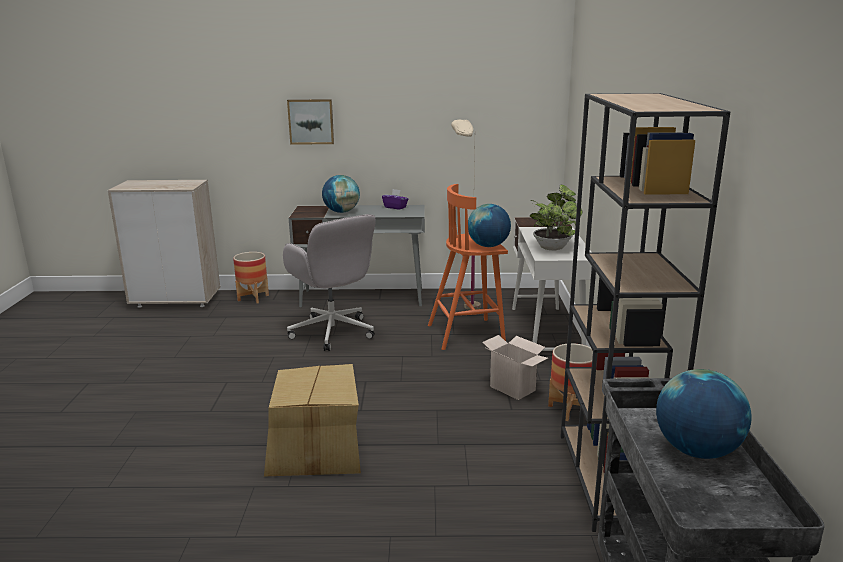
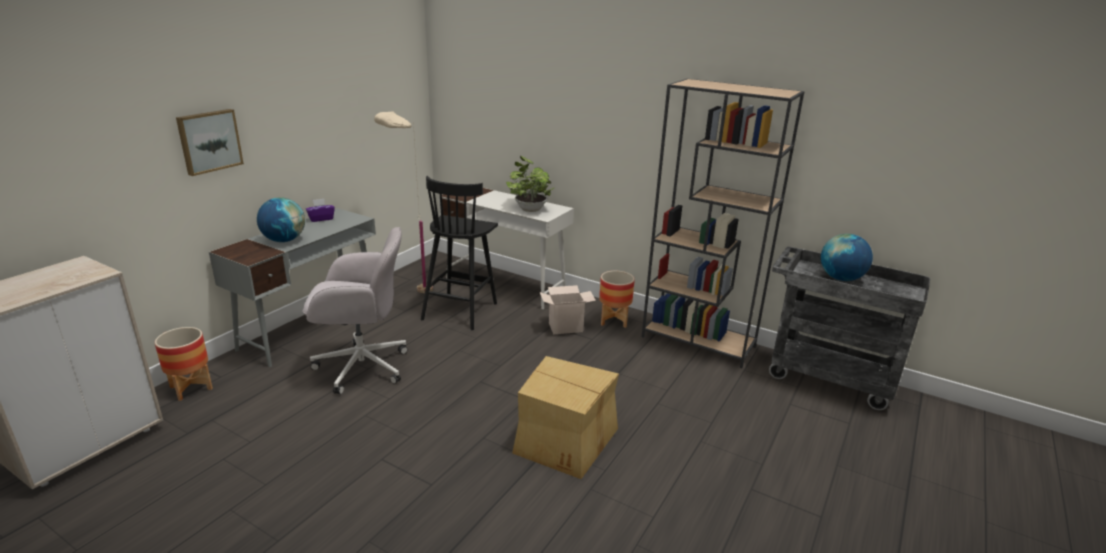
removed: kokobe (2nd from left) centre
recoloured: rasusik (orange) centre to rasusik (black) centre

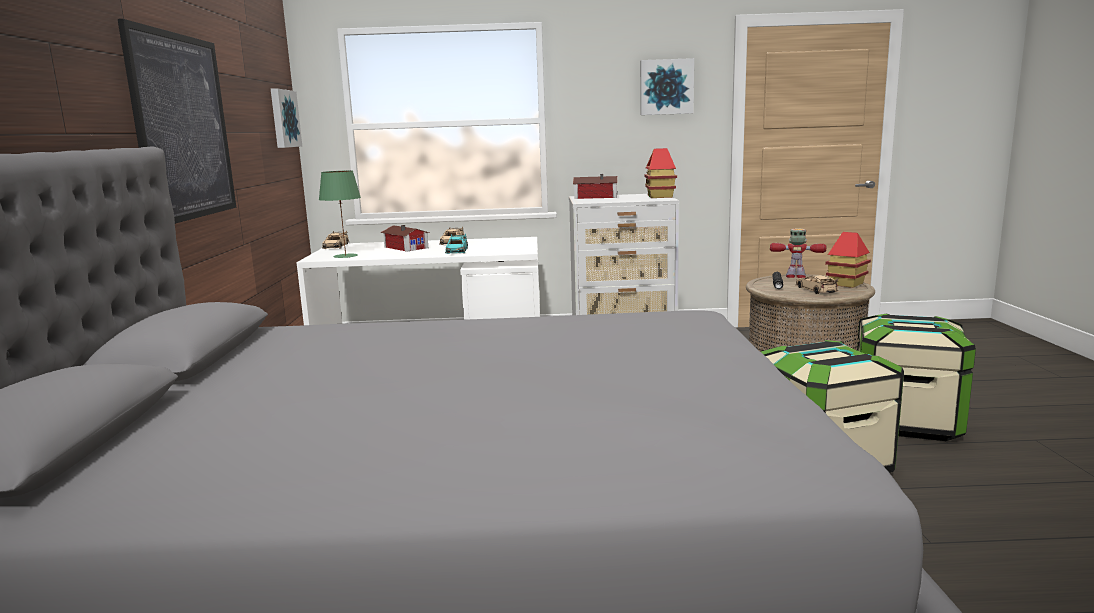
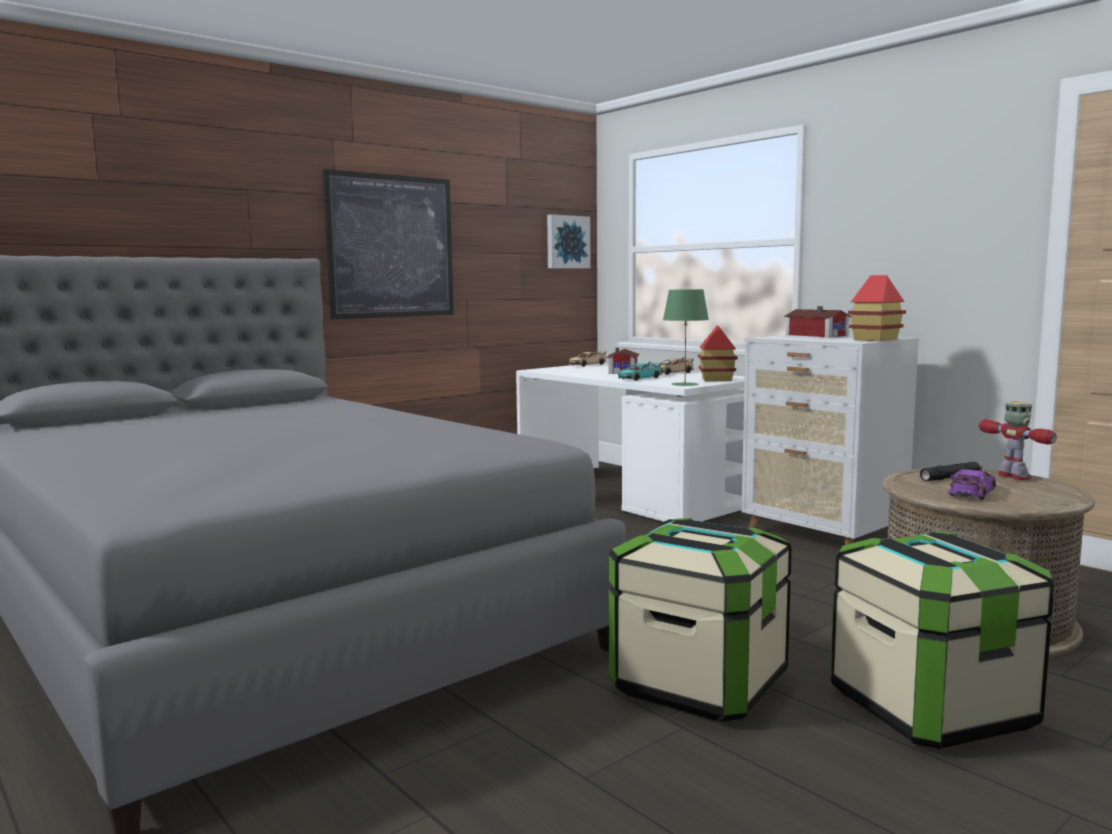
removed: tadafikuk (3rd from left) top centre
moved: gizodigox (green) middle left to centre; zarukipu (4th from left in the first image) middle right to zarukipu (2nd from left) centre
recoloured: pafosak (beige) (3rd from left) middle right to pafosak (purple) middle right

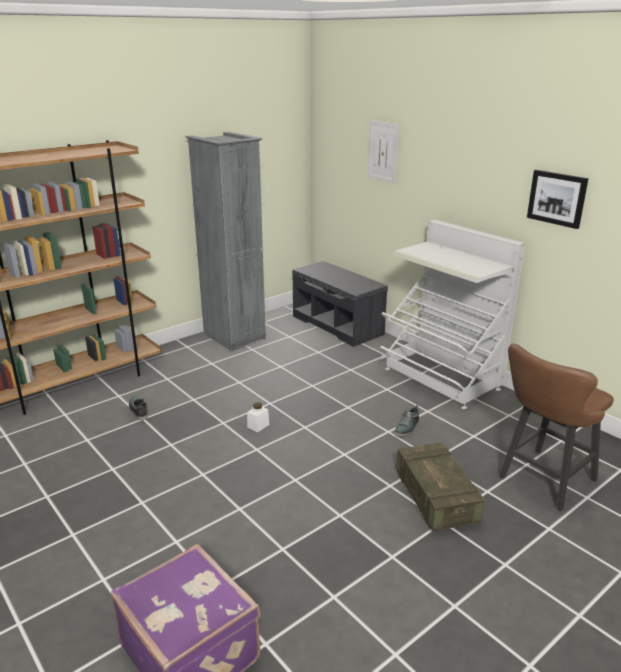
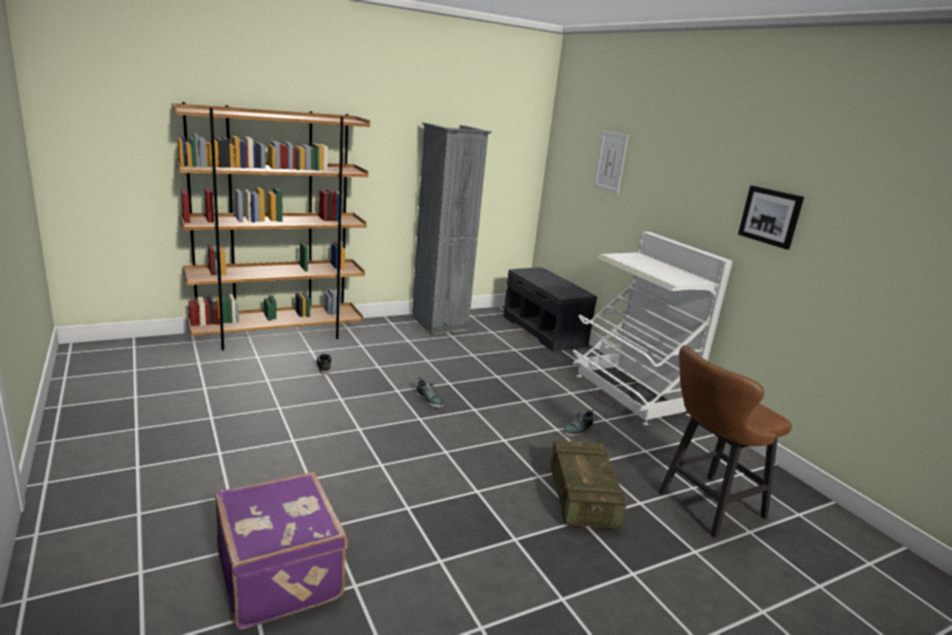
replaced: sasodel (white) centre to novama (2nd from left) centre

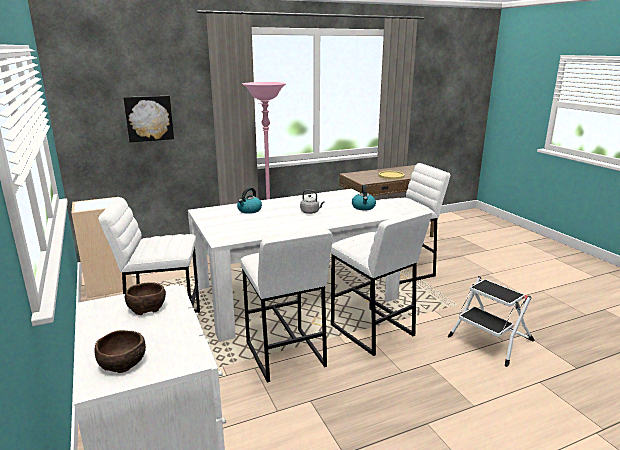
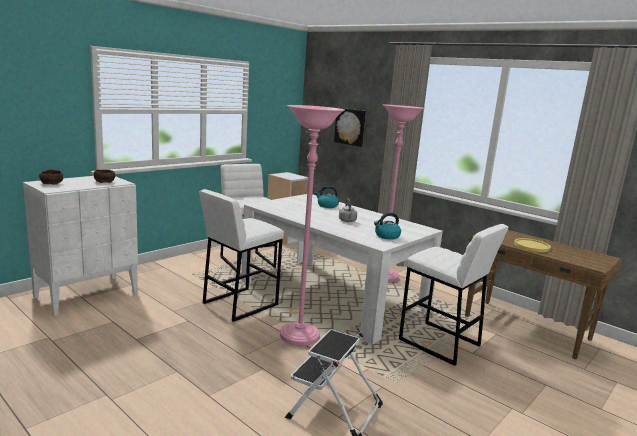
replaced: rasusik (white) (3rd from left) centre to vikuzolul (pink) (1st from left) centre

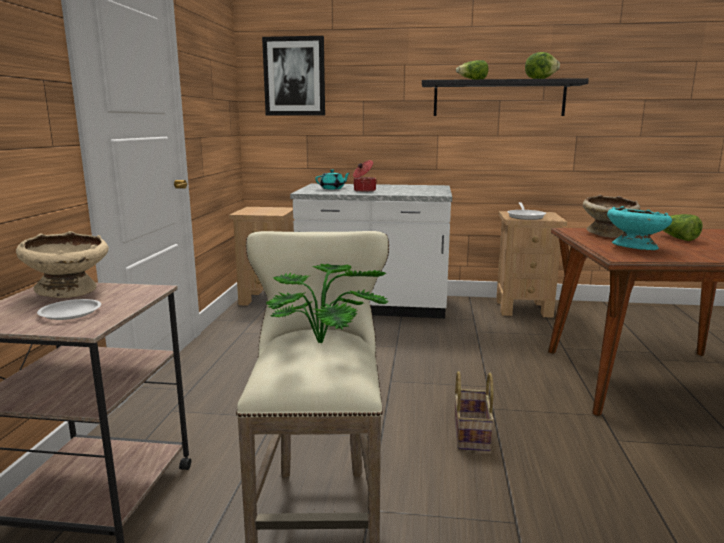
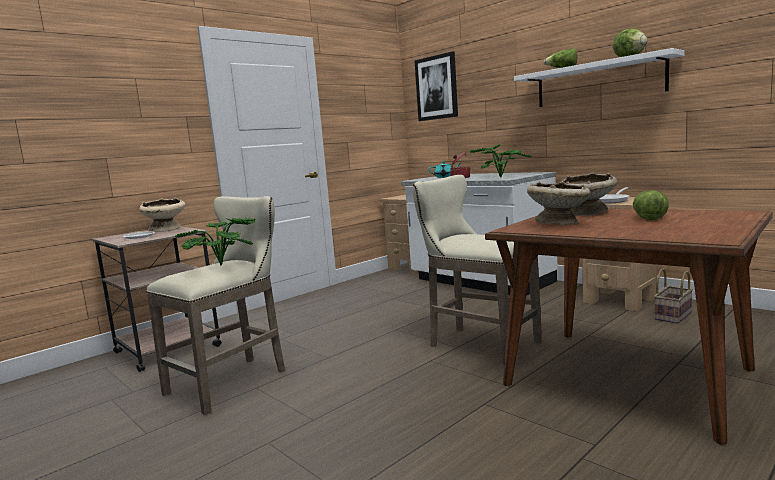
added: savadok (2nd from left) centre; rasusik (beige) (2nd from left) centre
moved: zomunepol bottom centre to middle right
recoloured: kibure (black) top right to kibure (white) top right; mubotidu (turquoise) middle right to mubotidu (beige) (2nd from left) middle right

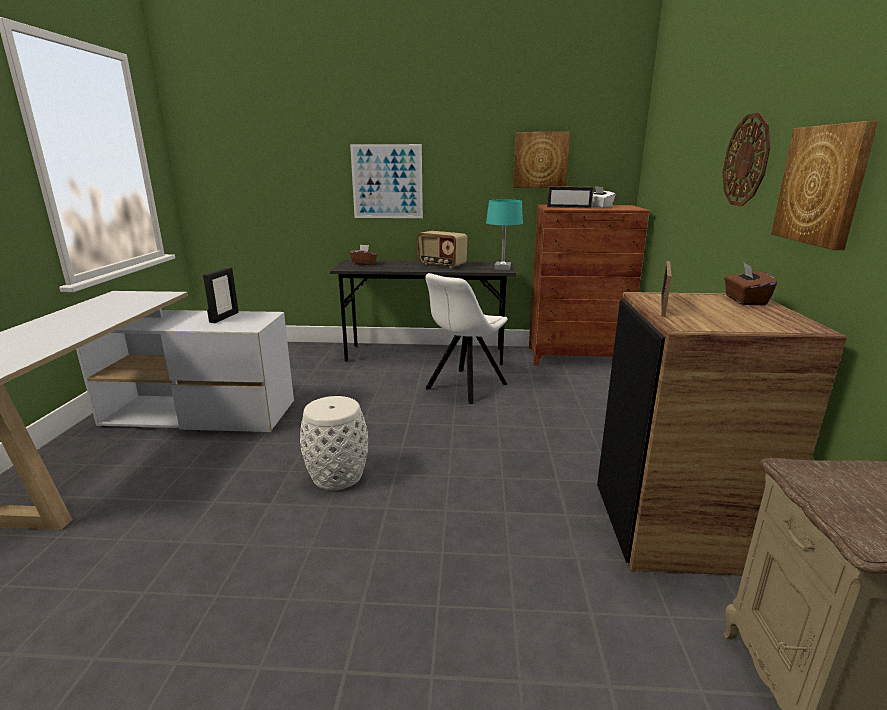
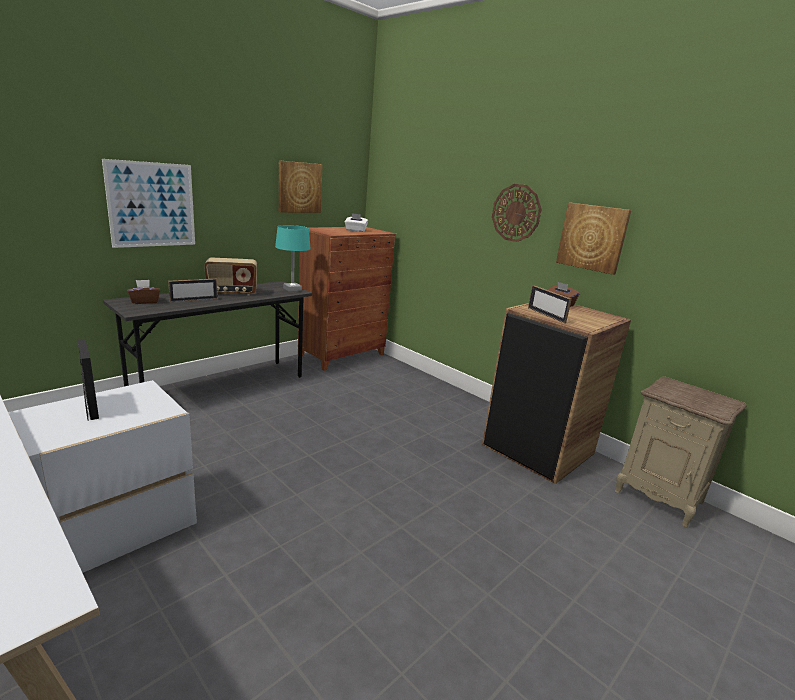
removed: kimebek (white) centre; rasusik (white) centre
moved: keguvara (2nd from left) top centre to middle left

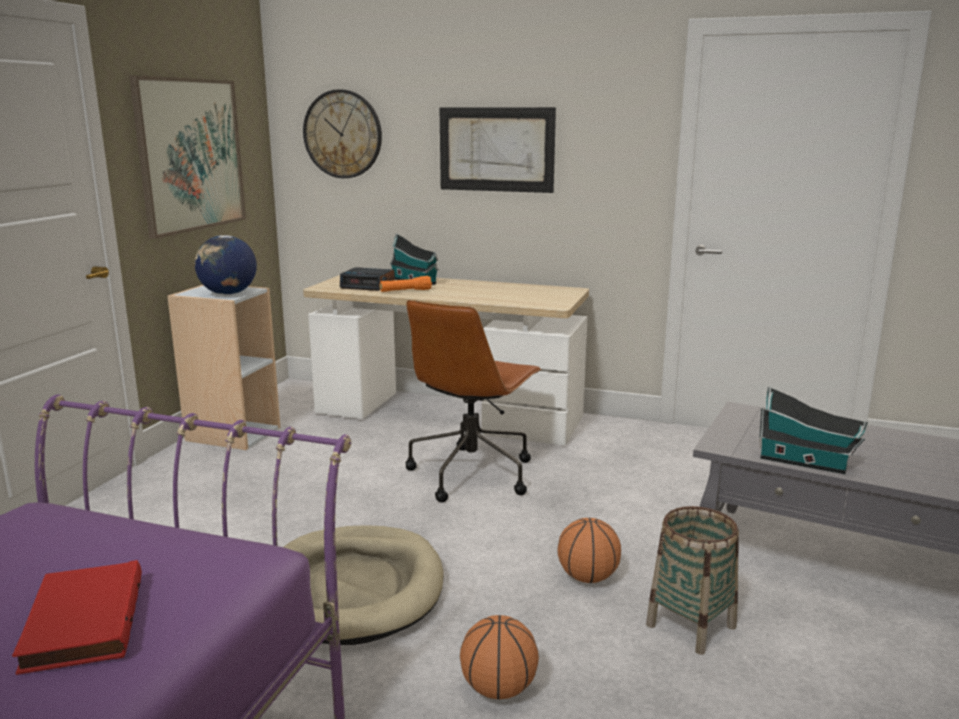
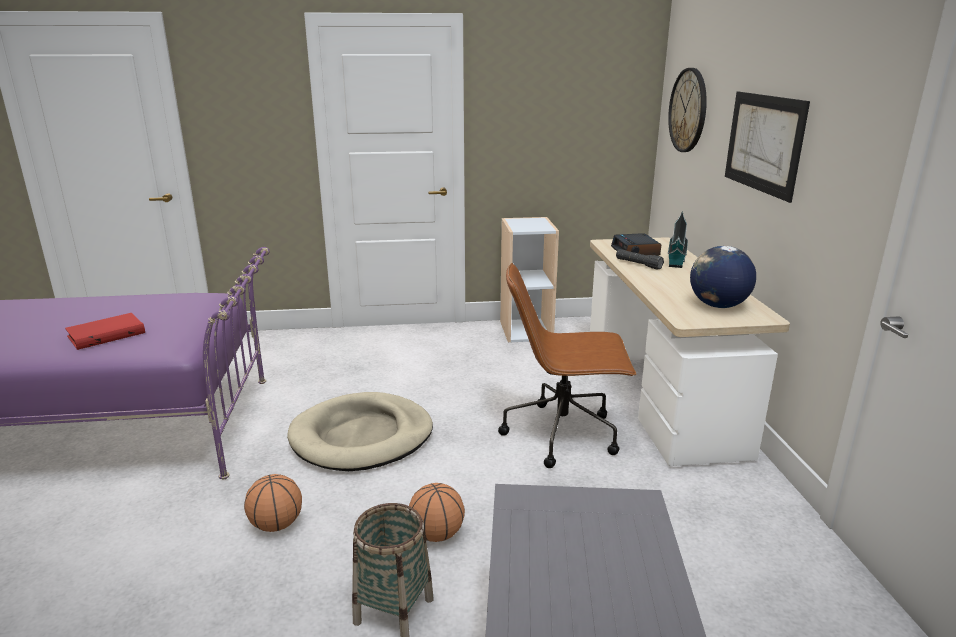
removed: tadafikuk (1st from left) top left; zarukipu (2nd from left) middle right
moved: kokobe middle left to middle right
recoloured: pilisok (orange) centre to pilisok (black) middle right

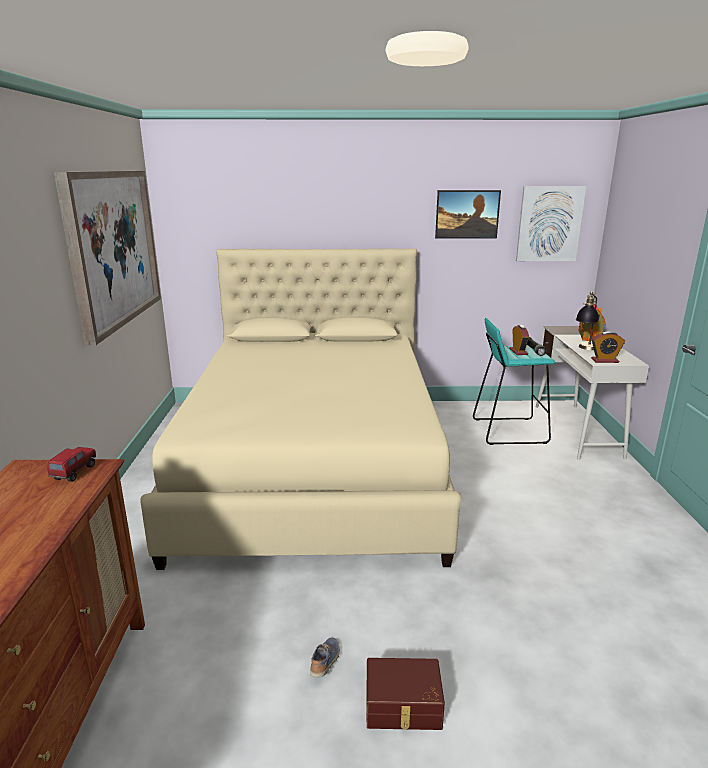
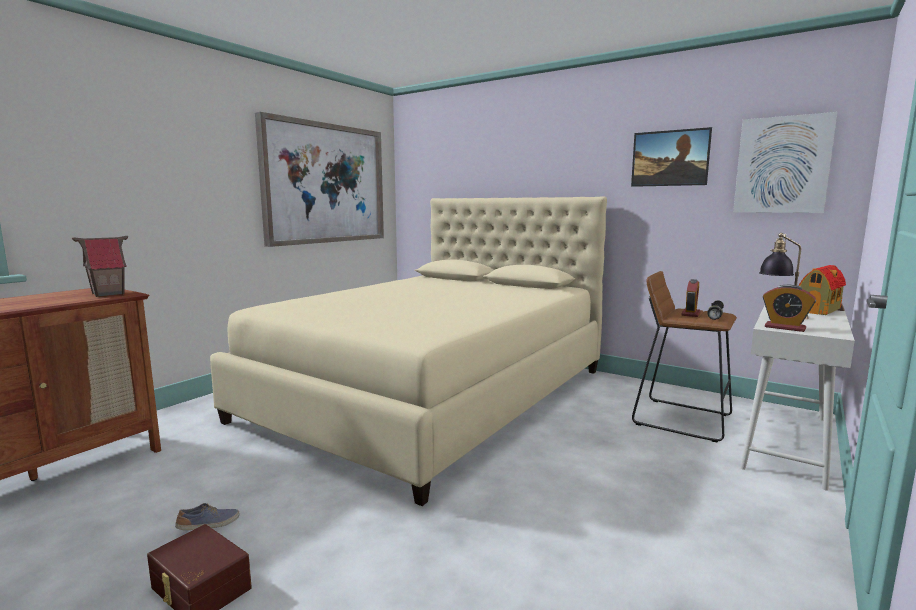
replaced: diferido middle left to zarukipu (1st from left) middle left
recoloured: rasusik (turquoise) middle right to rasusik (brown) middle right

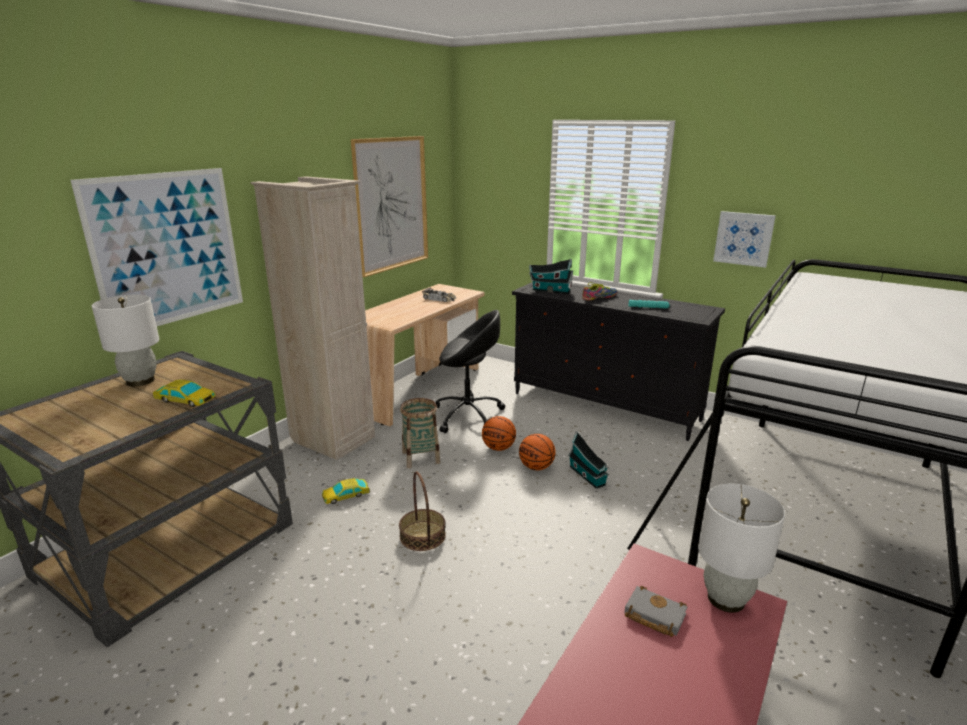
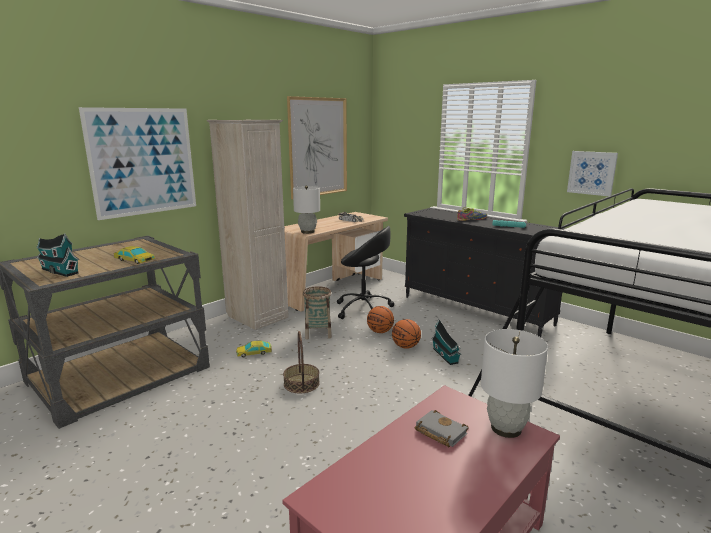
moved: zarukipu (1st from left) centre to middle left; gizodigox (white) (1st from left) middle left to centre

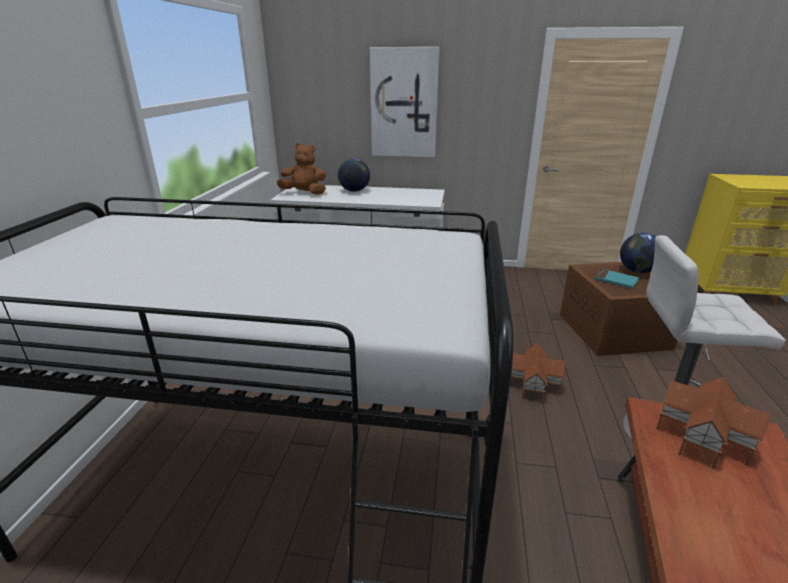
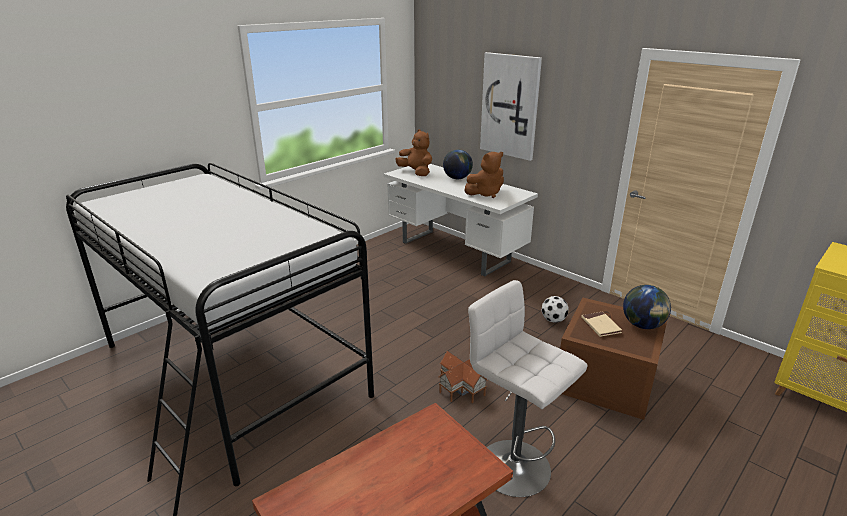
removed: zarukipu (2nd from left) bottom right
added: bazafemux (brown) (2nd from left) centre; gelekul centre
recoloured: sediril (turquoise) middle right to sediril (beige) middle right

